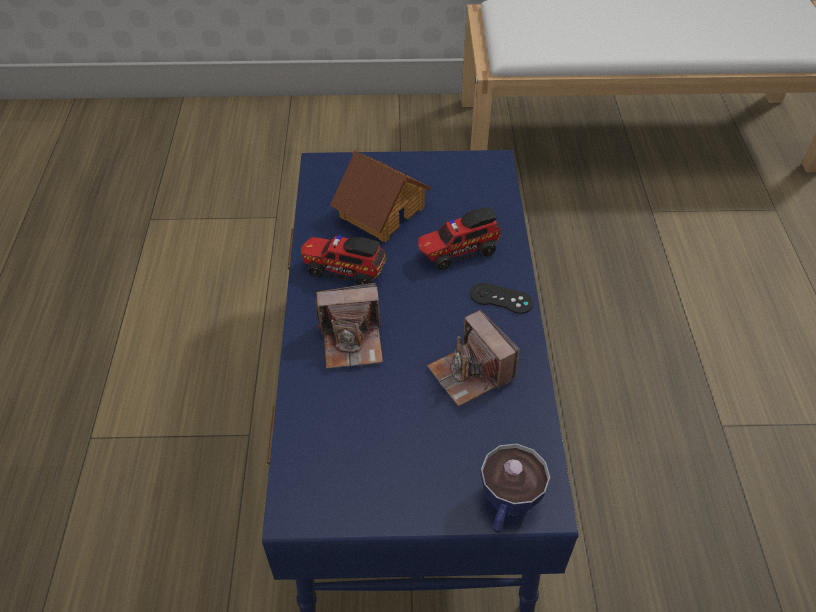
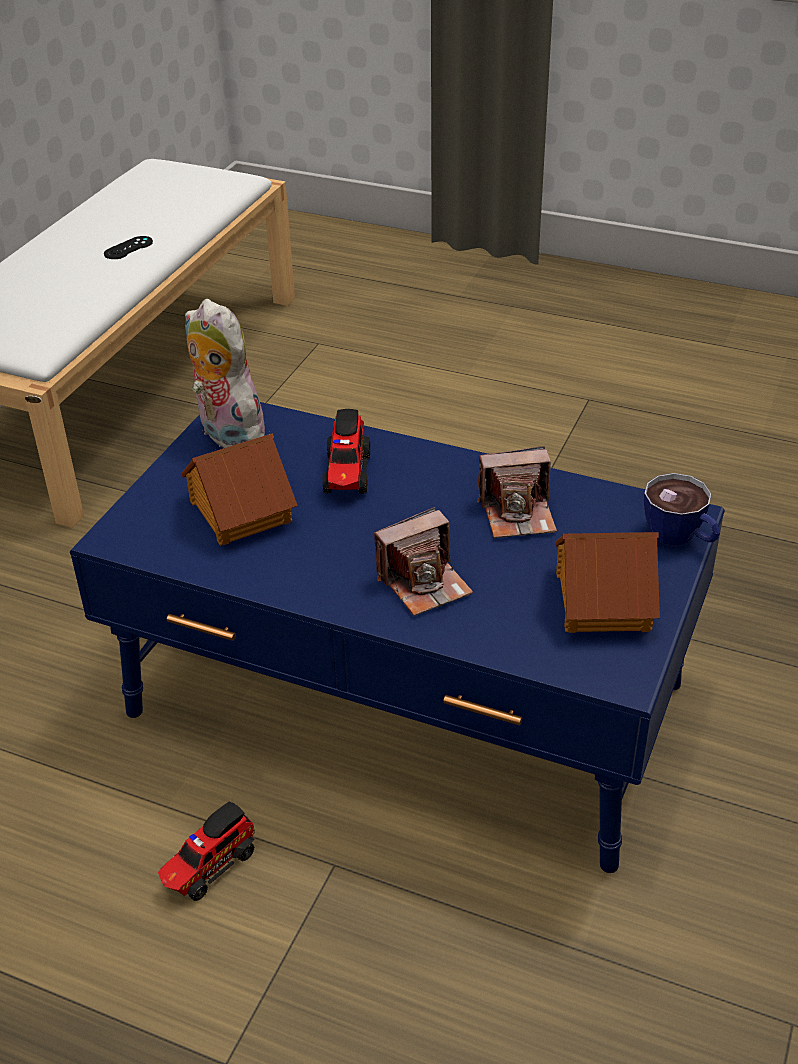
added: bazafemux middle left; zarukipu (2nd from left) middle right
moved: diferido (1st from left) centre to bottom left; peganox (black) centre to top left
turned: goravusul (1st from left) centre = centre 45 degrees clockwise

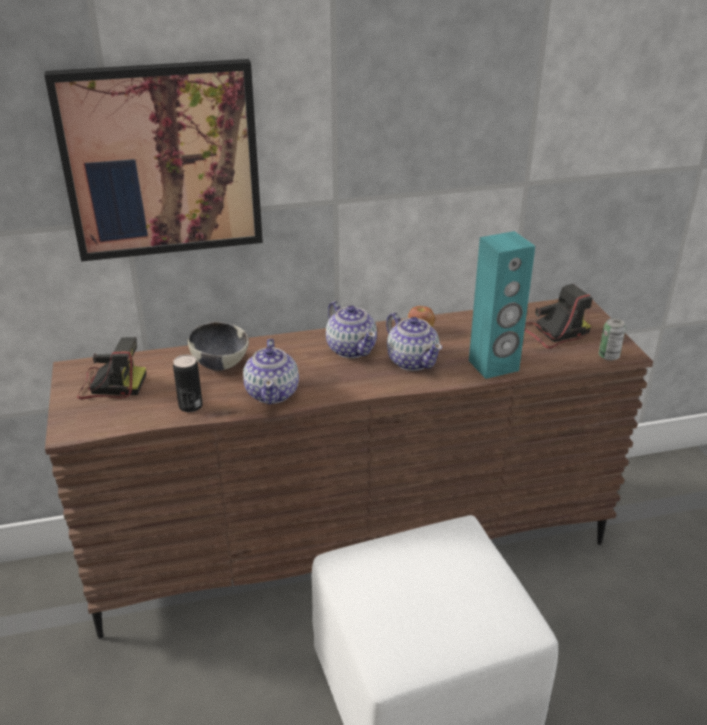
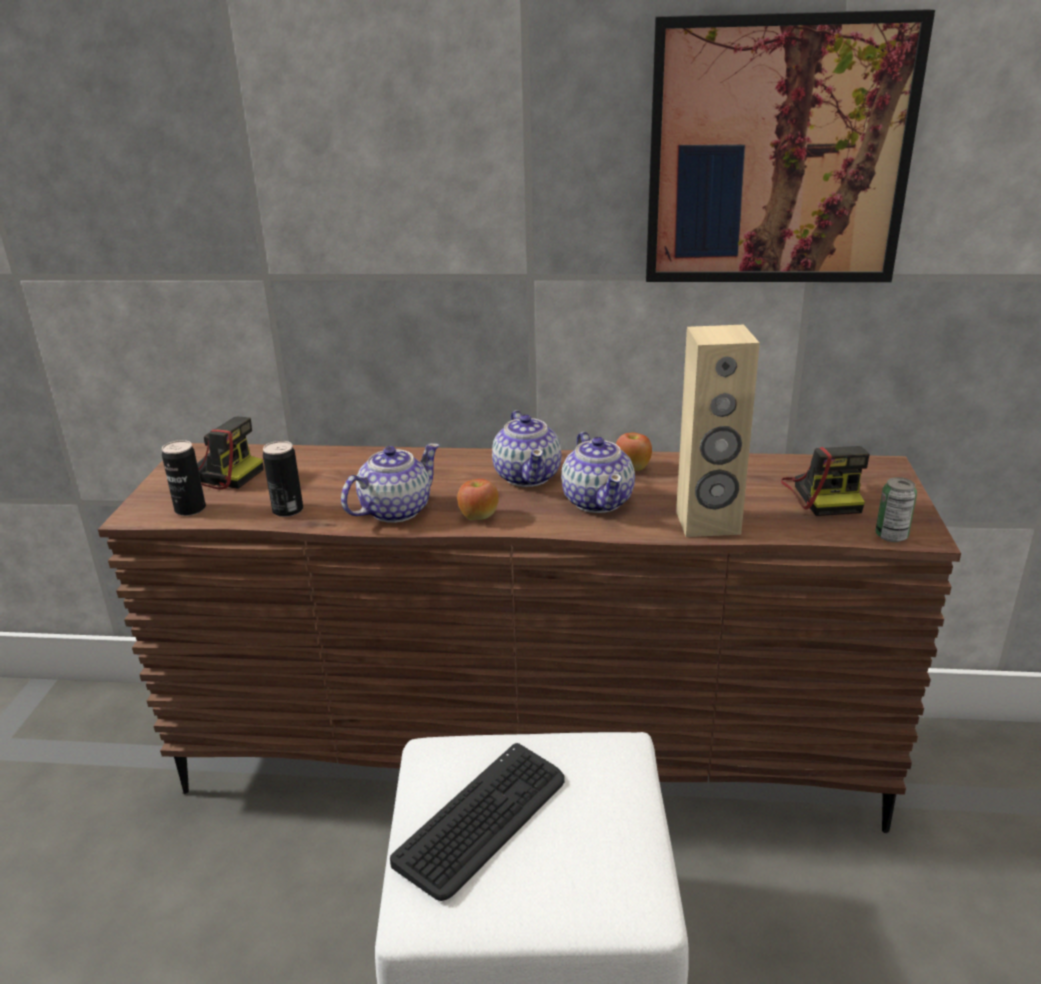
removed: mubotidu middle left
added: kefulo (1st from left) middle left; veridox (1st from left) centre; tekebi bottom centre
moved: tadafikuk top left to top right
recoloured: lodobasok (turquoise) middle right to lodobasok (beige) middle right
turned: goravusul (2nd from left) middle right = middle right 90 degrees clockwise; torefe (1st from left) centre = centre 150 degrees counterclockwise

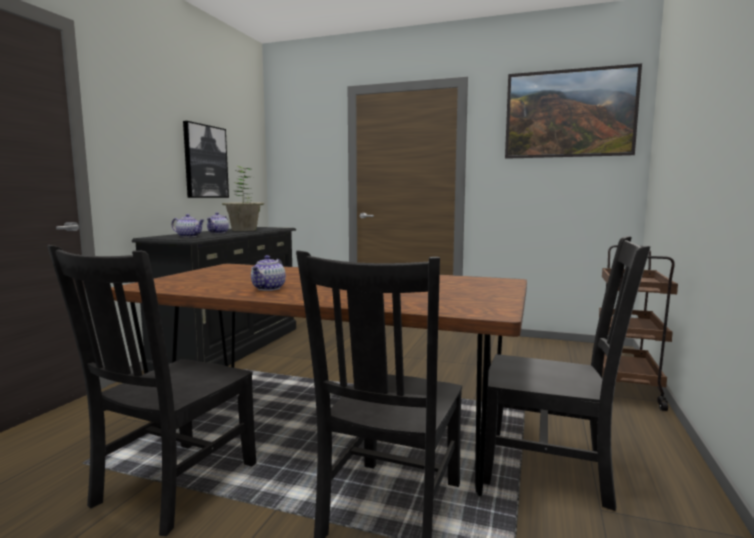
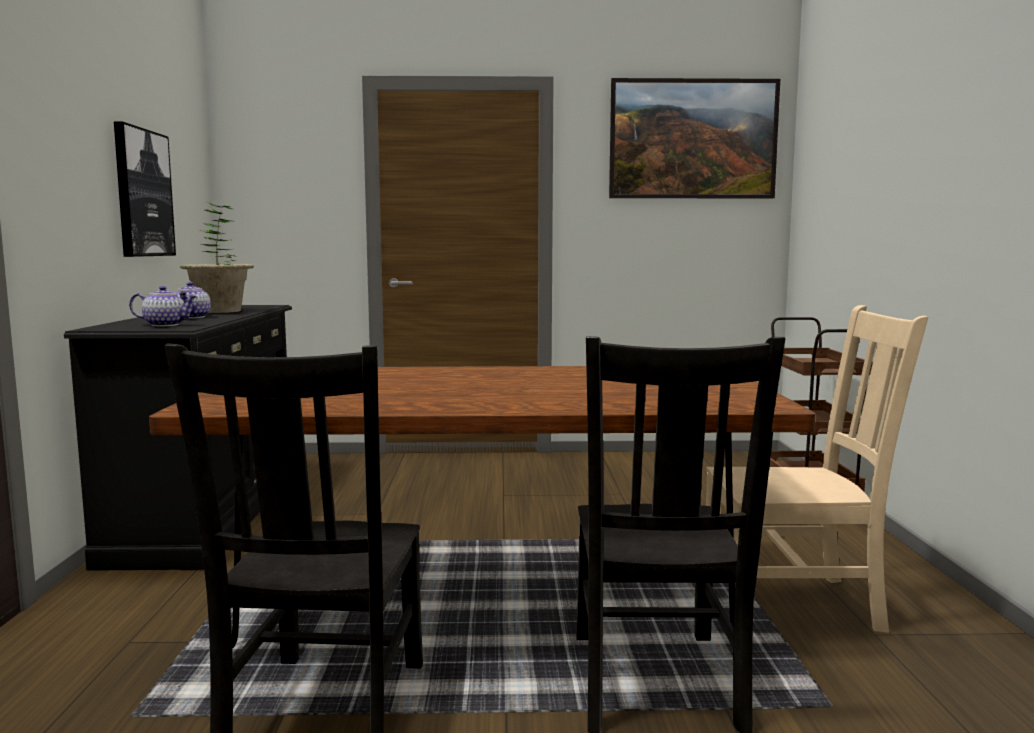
removed: torefe (3rd from left) centre
recoloured: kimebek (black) (3rd from left) bottom right to kimebek (beige) middle right

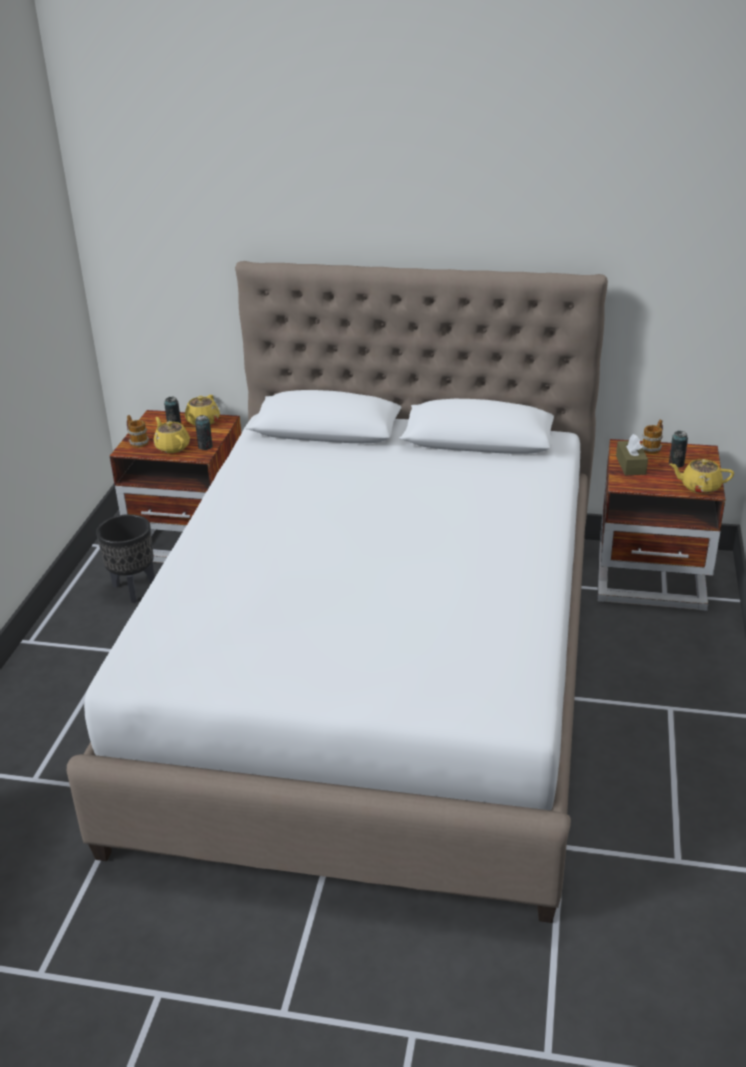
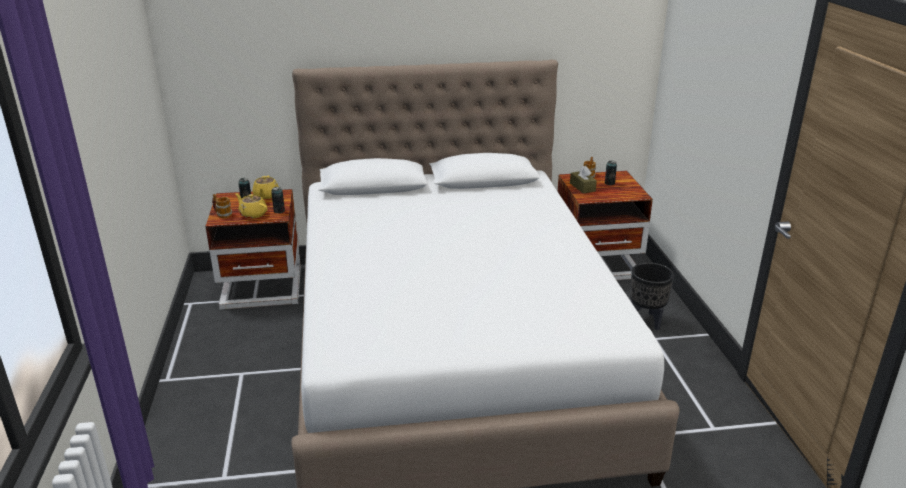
removed: torefe (yellow) (3rd from left) middle right
moved: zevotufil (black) middle left to middle right

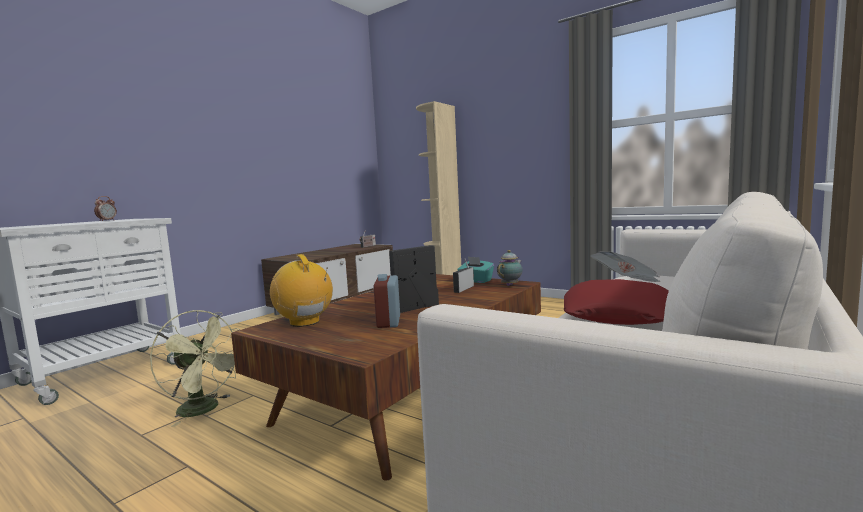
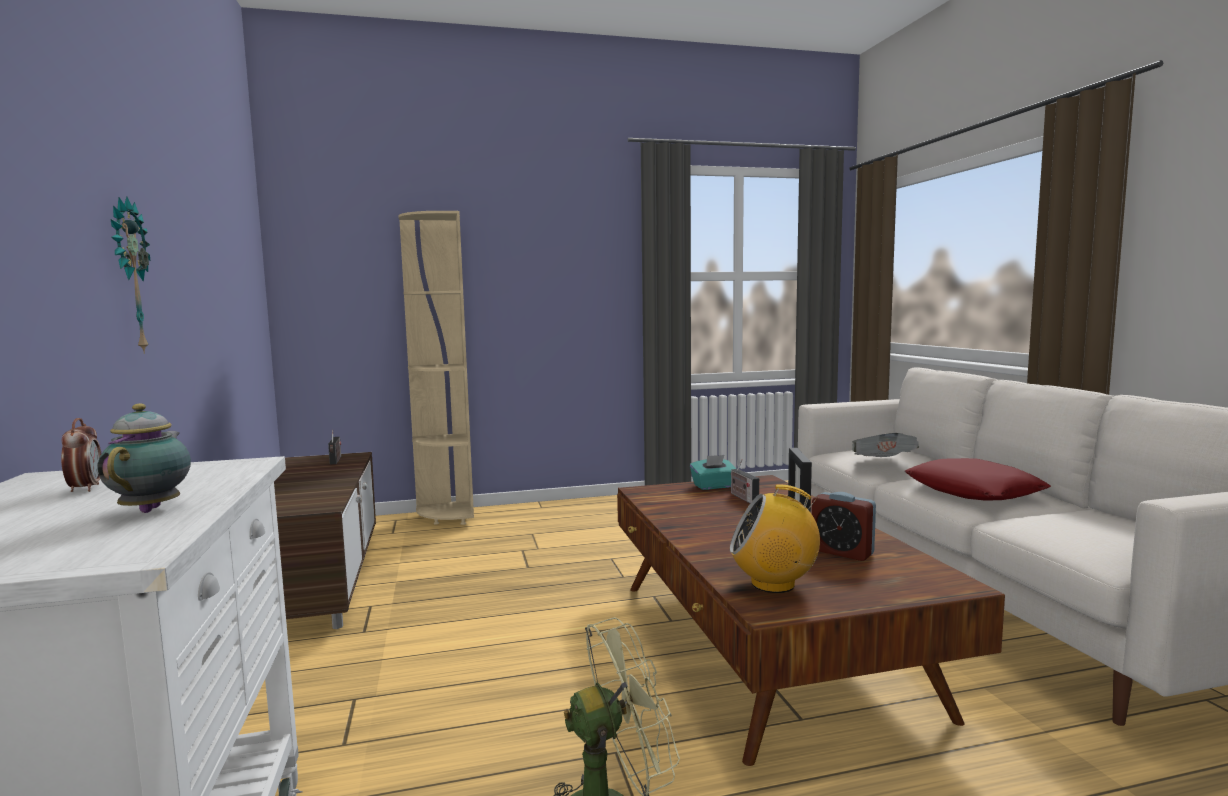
added: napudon middle left
moved: torefe centre to middle left

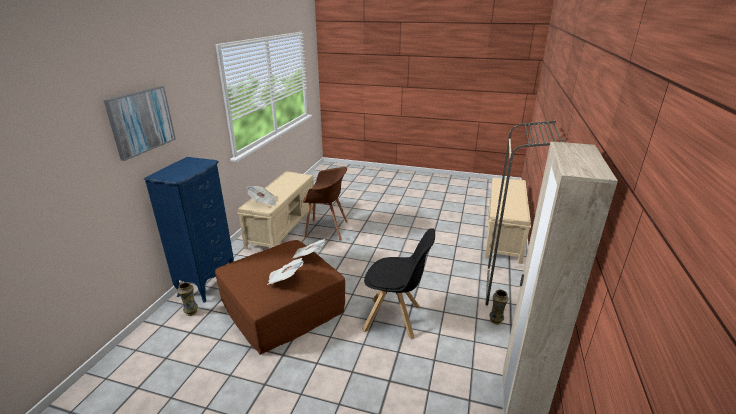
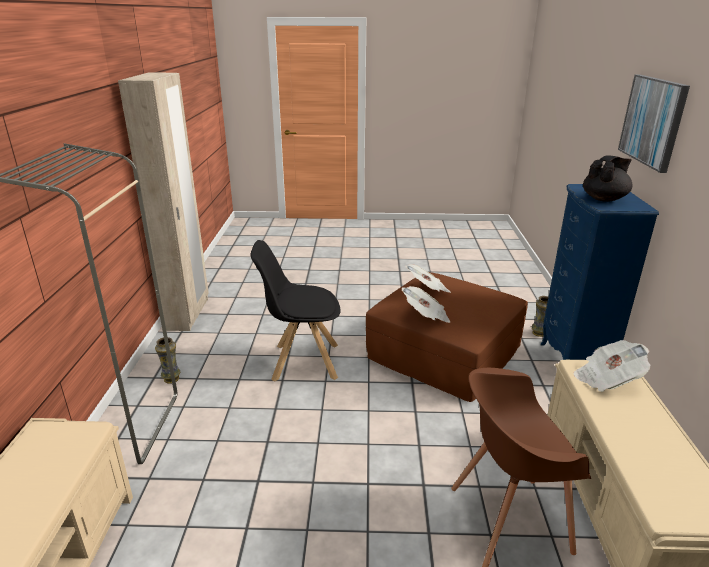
added: torefe (black) top right

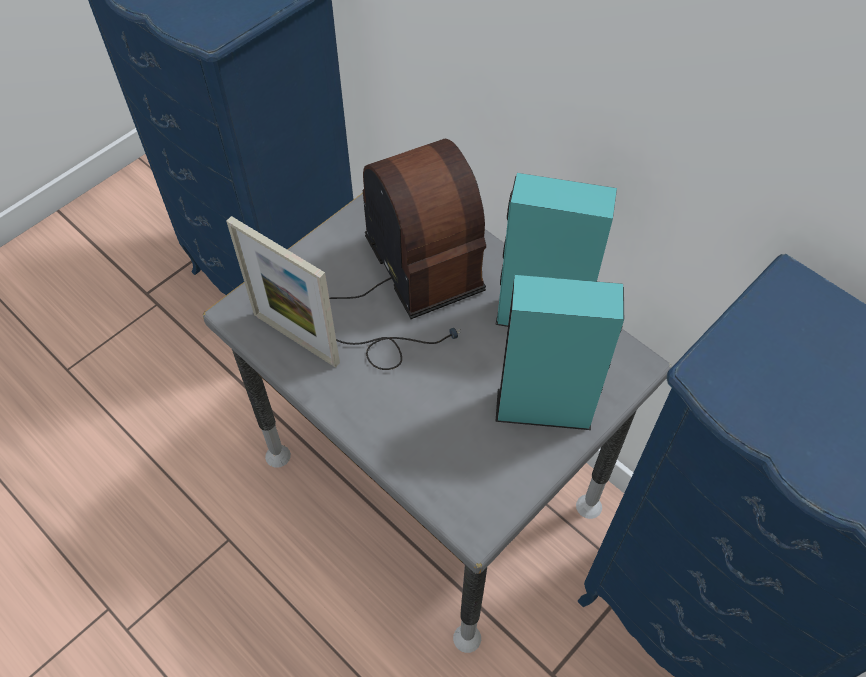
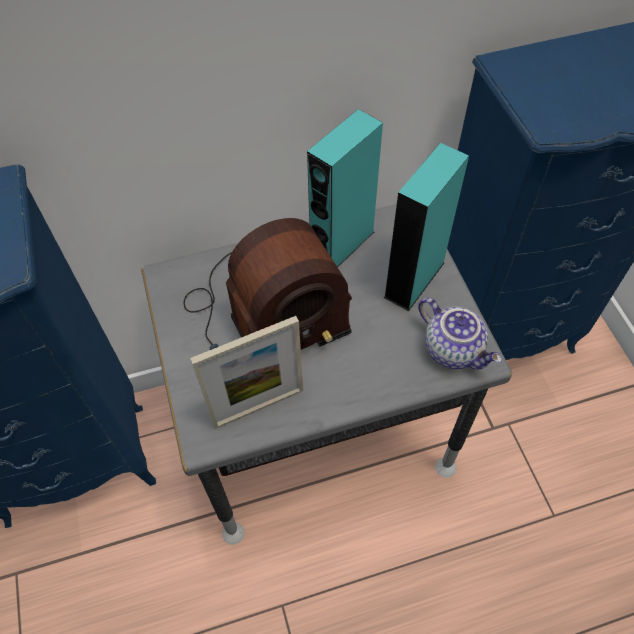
added: torefe middle right
turned: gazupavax centre = centre 150 degrees clockwise

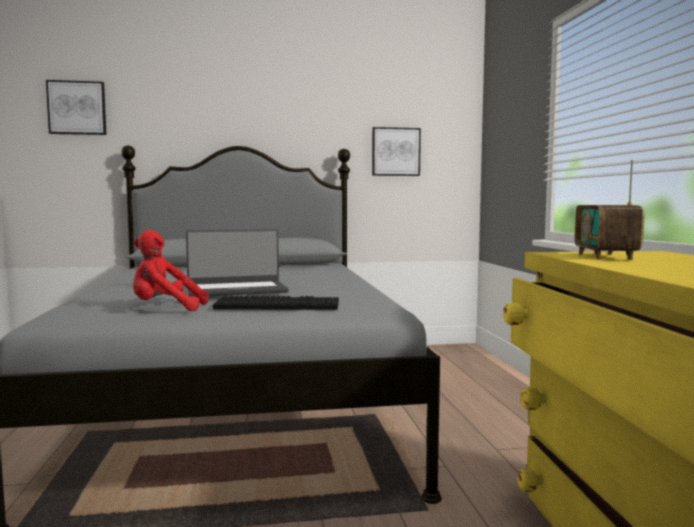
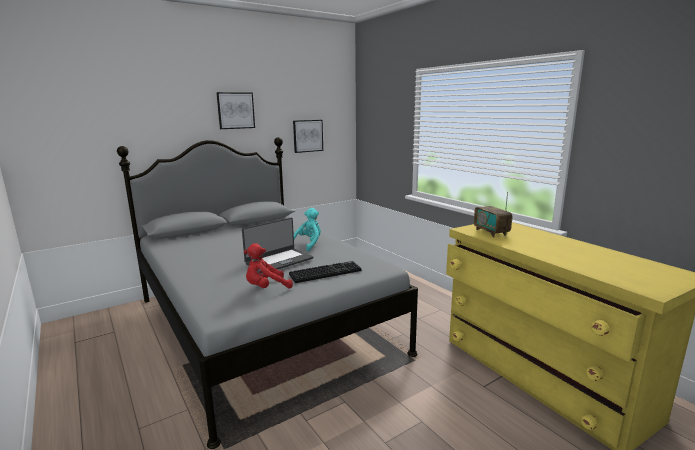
added: bazafemux (turquoise) centre
moved: tadafikuk (1st from left) top left to top centre

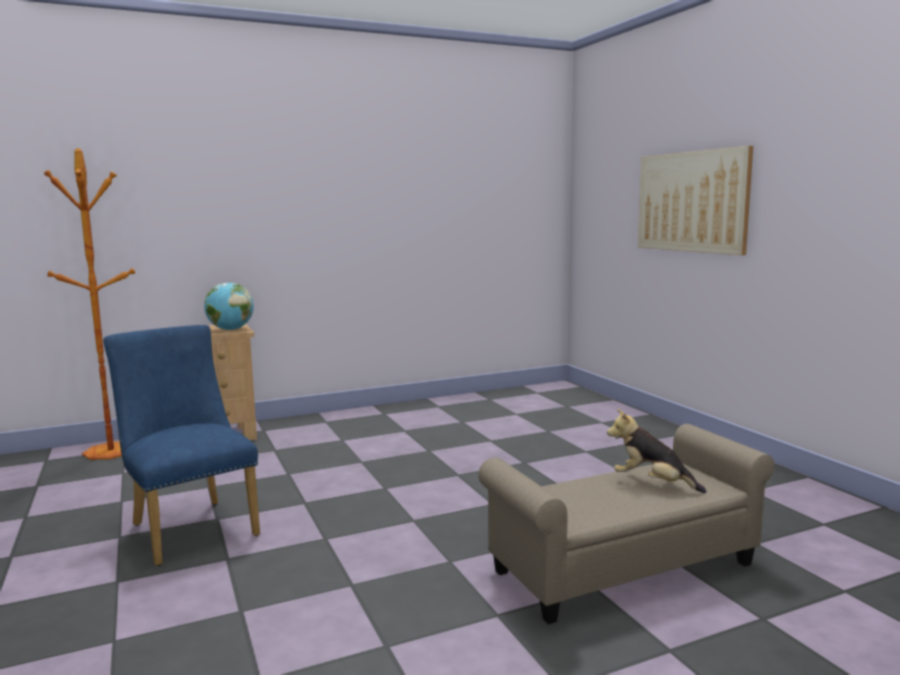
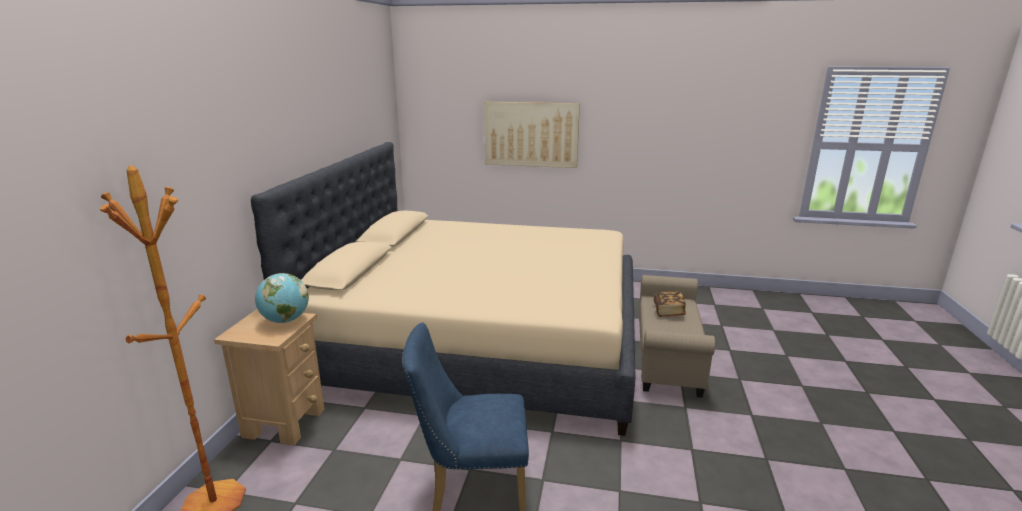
added: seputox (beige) centre
replaced: bazafemux bottom right to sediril centre

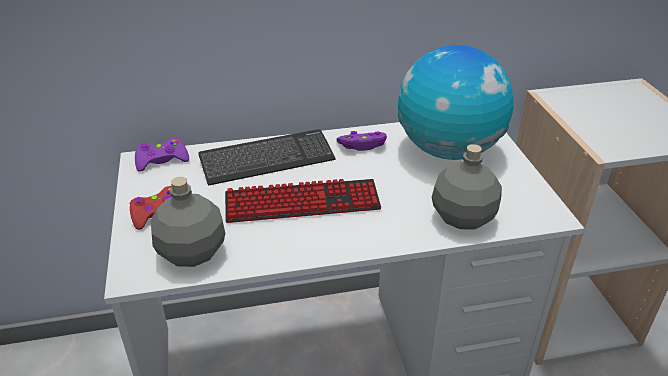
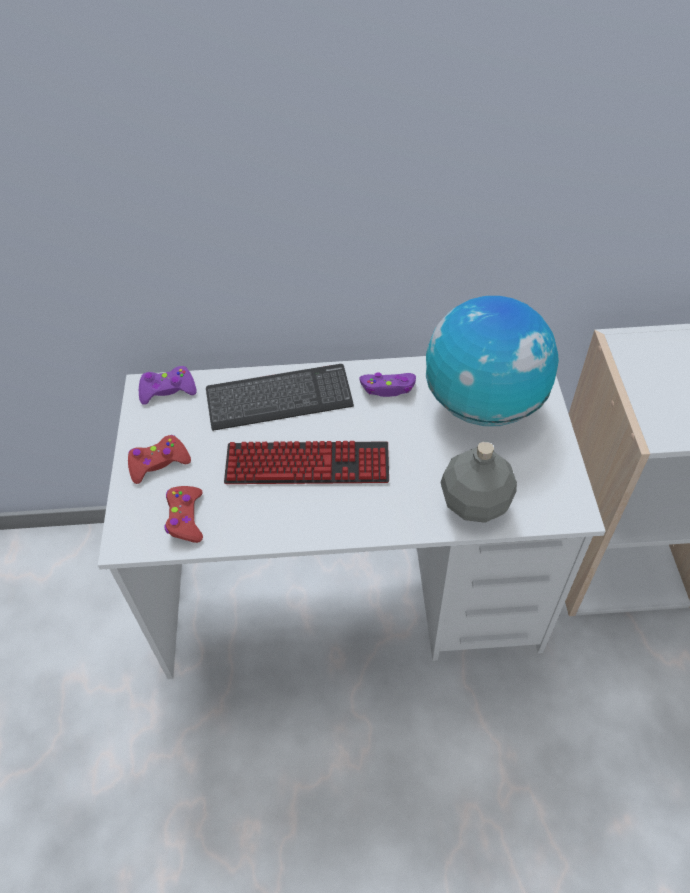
replaced: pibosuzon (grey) (1st from left) middle left to peganox (red) (2nd from left) middle left

